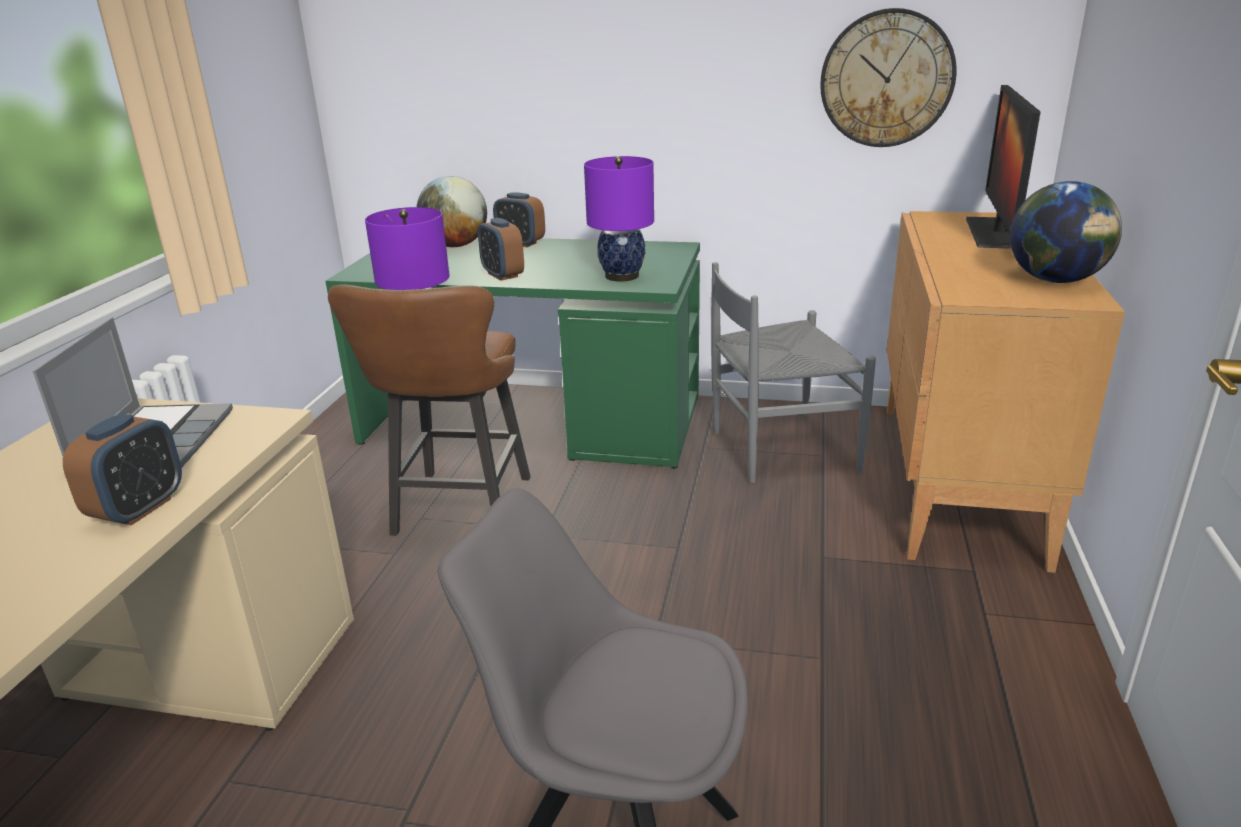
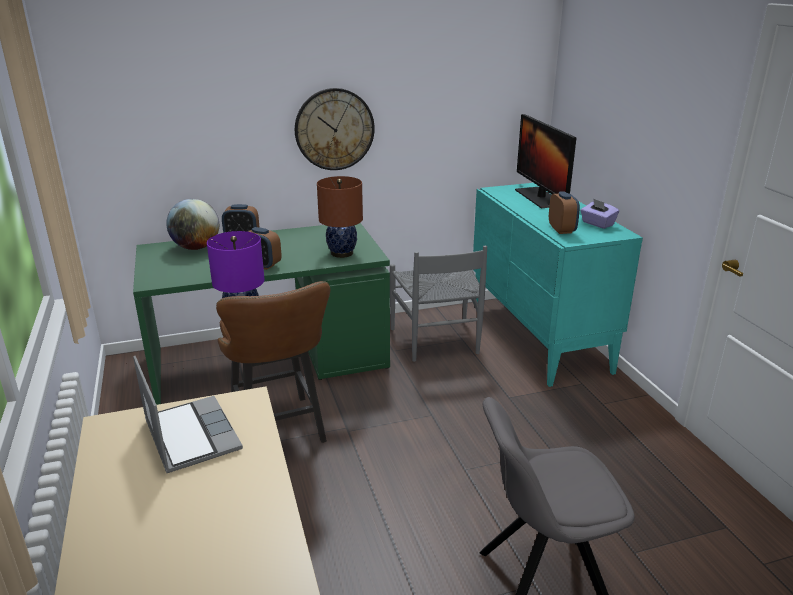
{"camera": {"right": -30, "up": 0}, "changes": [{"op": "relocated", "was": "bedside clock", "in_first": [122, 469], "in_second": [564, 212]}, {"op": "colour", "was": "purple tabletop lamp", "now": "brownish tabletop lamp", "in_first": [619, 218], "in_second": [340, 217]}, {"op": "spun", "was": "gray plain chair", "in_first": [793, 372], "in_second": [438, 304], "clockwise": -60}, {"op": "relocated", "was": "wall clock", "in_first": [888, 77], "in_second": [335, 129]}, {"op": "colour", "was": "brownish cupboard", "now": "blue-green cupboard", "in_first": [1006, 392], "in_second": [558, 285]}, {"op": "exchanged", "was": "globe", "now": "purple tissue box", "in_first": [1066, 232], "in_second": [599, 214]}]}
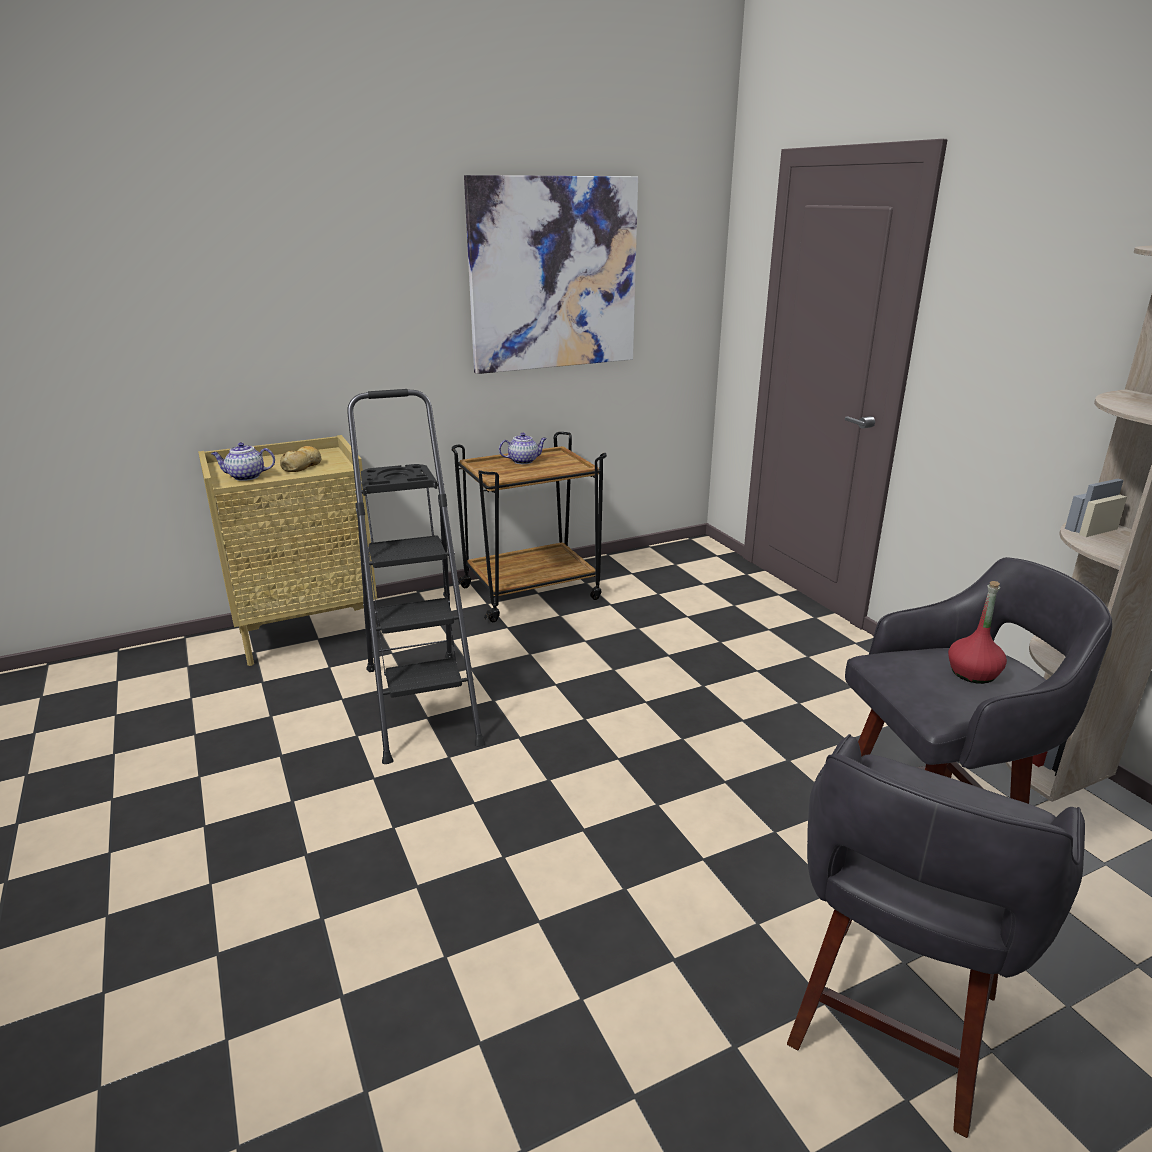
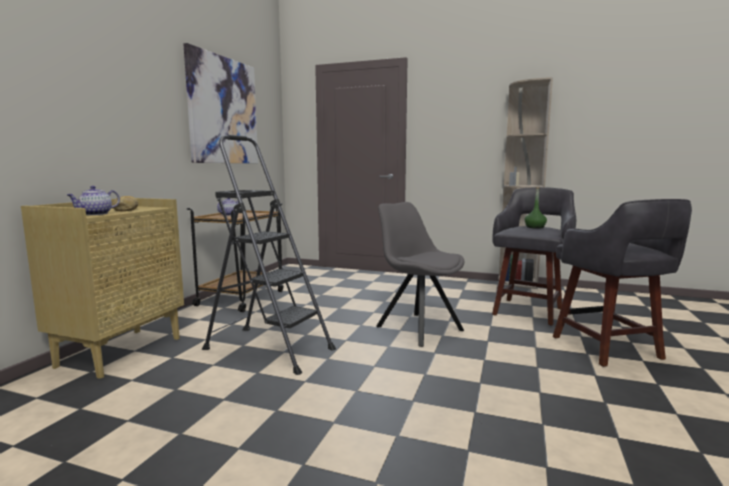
{"camera": {"right": -45, "up": -15}, "changes": [{"op": "colour", "was": "red bottle", "now": "greenish bottle", "in_first": [977, 632], "in_second": [536, 208]}, {"op": "appeared", "now": "gray plain chair", "in_second": [420, 274]}]}
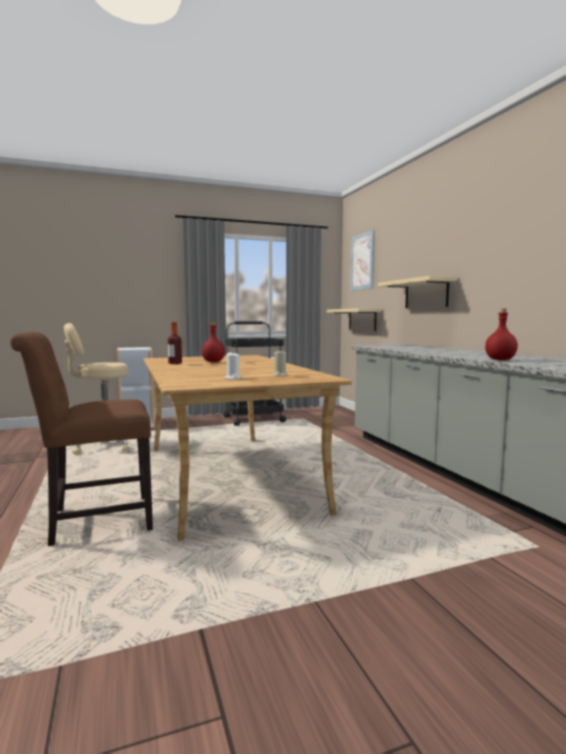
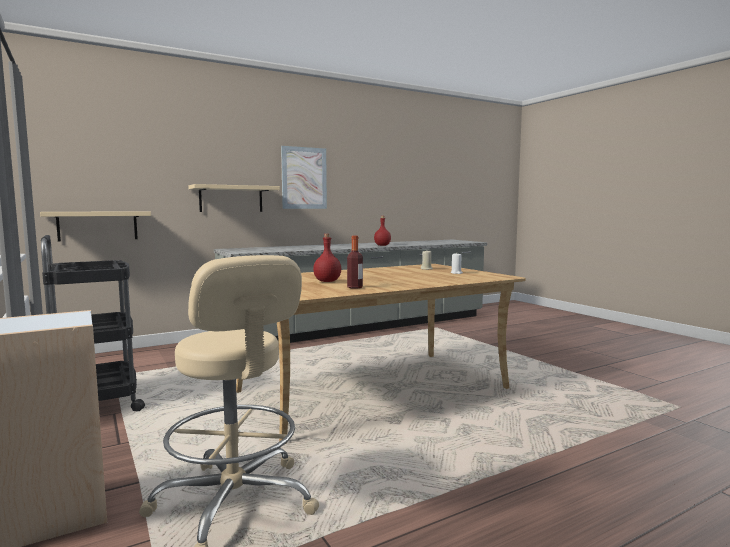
{"camera": {"right": -100, "up": 0}, "changes": [{"op": "missing", "was": "brownish plain chair", "in_first": [81, 439]}, {"op": "relocated", "was": "picture", "in_first": [362, 260], "in_second": [304, 177]}]}
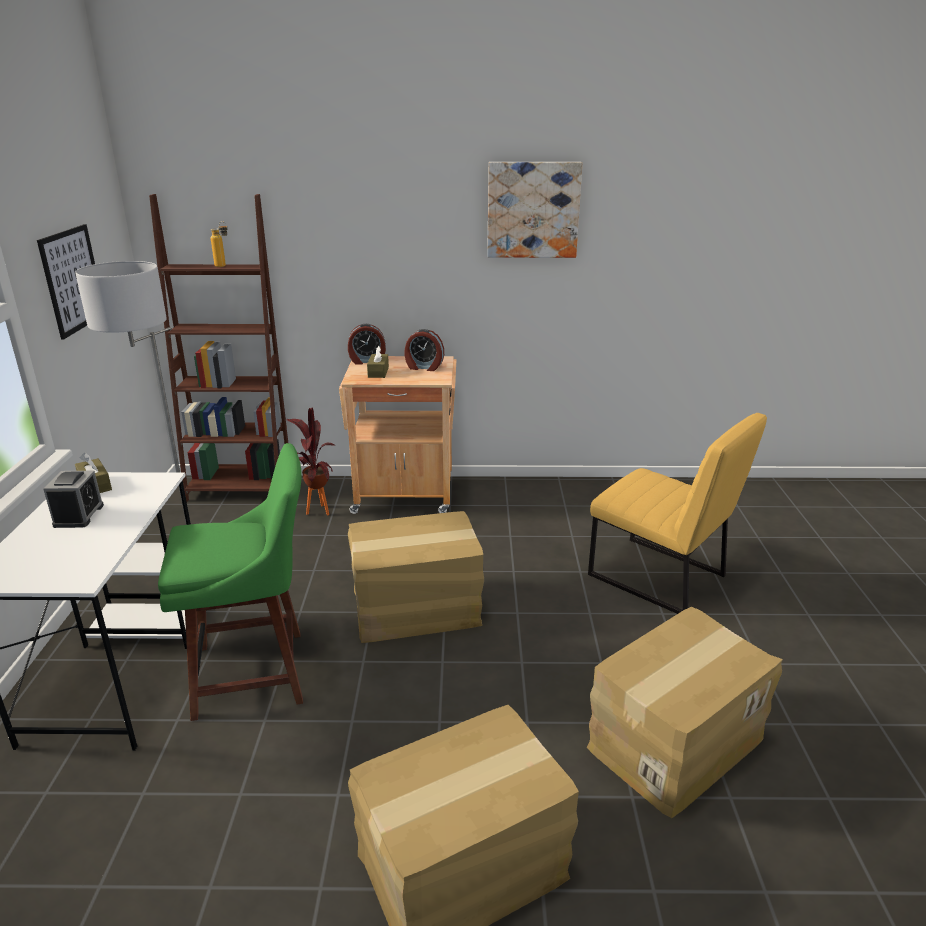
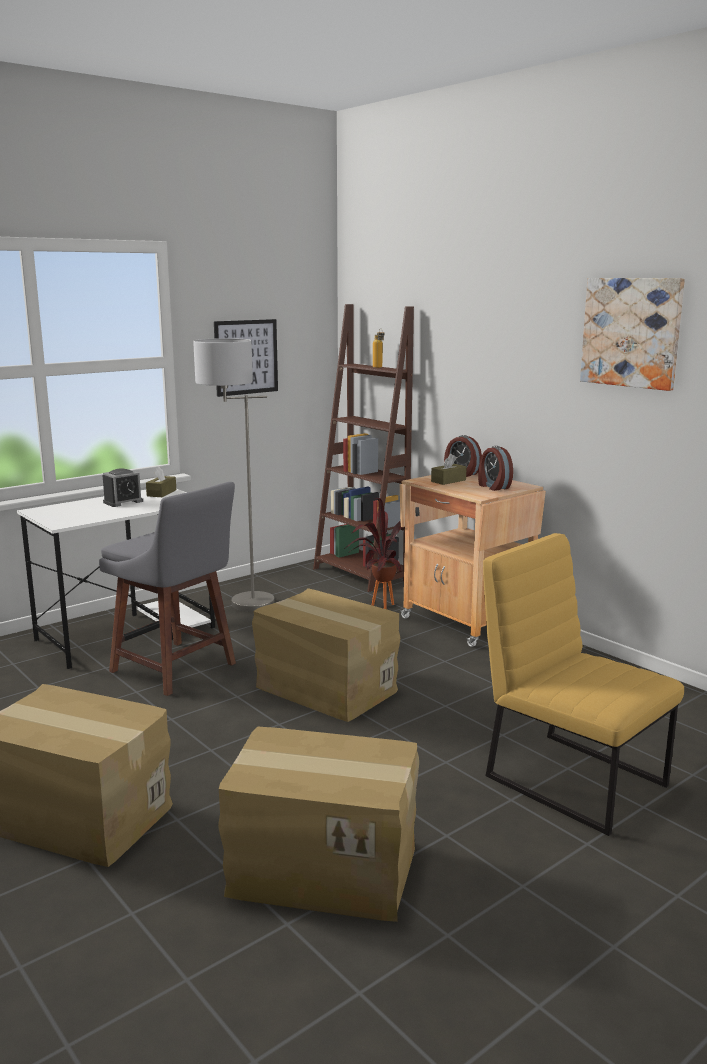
{"camera": {"right": 50, "up": -10}, "changes": [{"op": "colour", "was": "greenish stool", "now": "gray stool", "in_first": [230, 582], "in_second": [167, 589]}, {"op": "spun", "was": "yellow-coloured plain chair", "in_first": [677, 513], "in_second": [583, 684], "clockwise": 135}]}
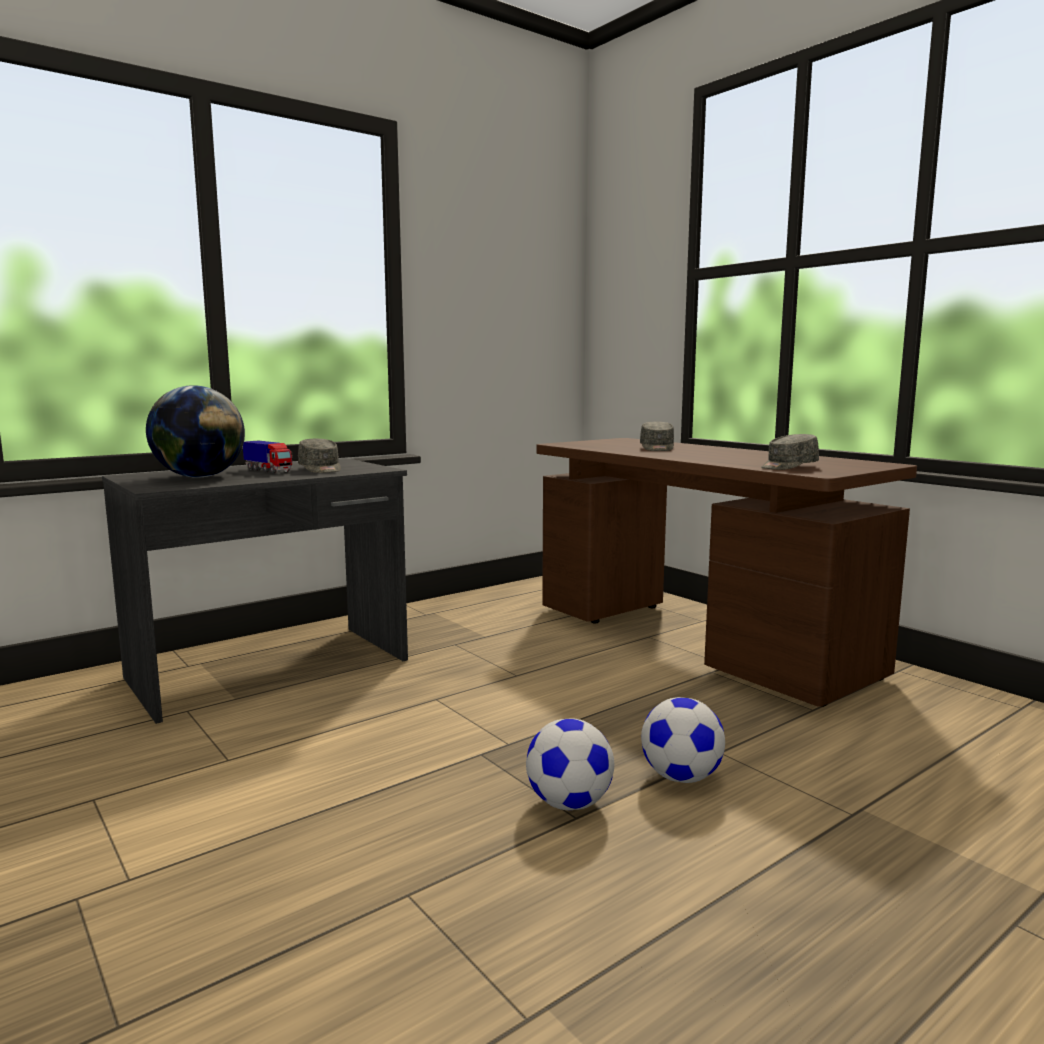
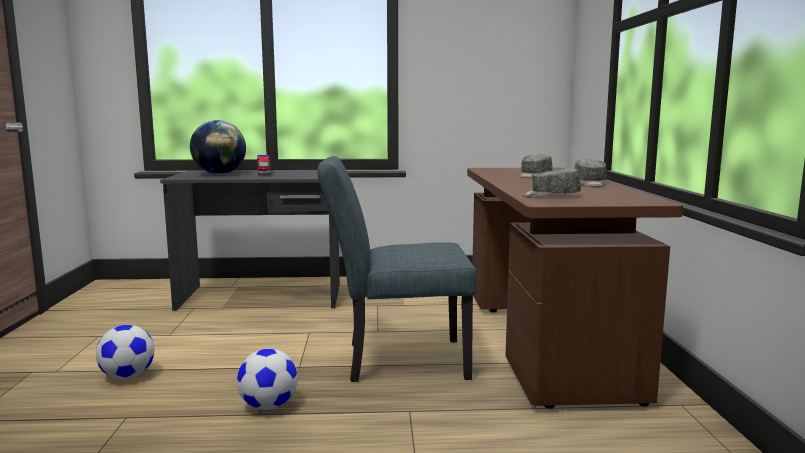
{"camera": {"right": 35, "up": 0}, "changes": [{"op": "relocated", "was": "gray baseball cap", "in_first": [319, 456], "in_second": [590, 173]}, {"op": "relocated", "was": "ball for football", "in_first": [683, 740], "in_second": [125, 352]}, {"op": "appeared", "now": "gray plain chair", "in_second": [397, 269]}]}
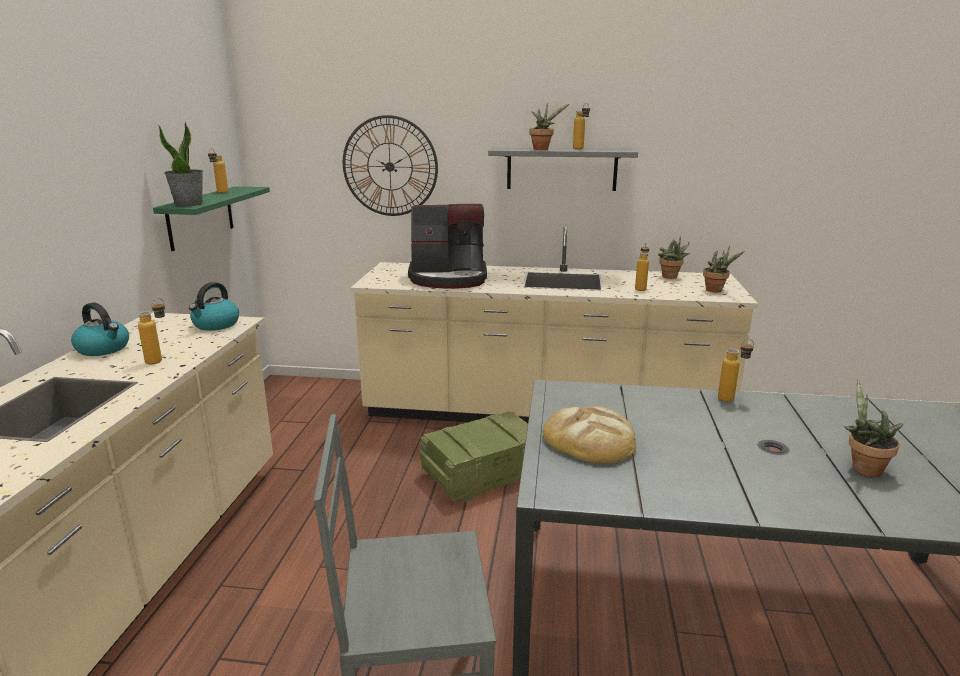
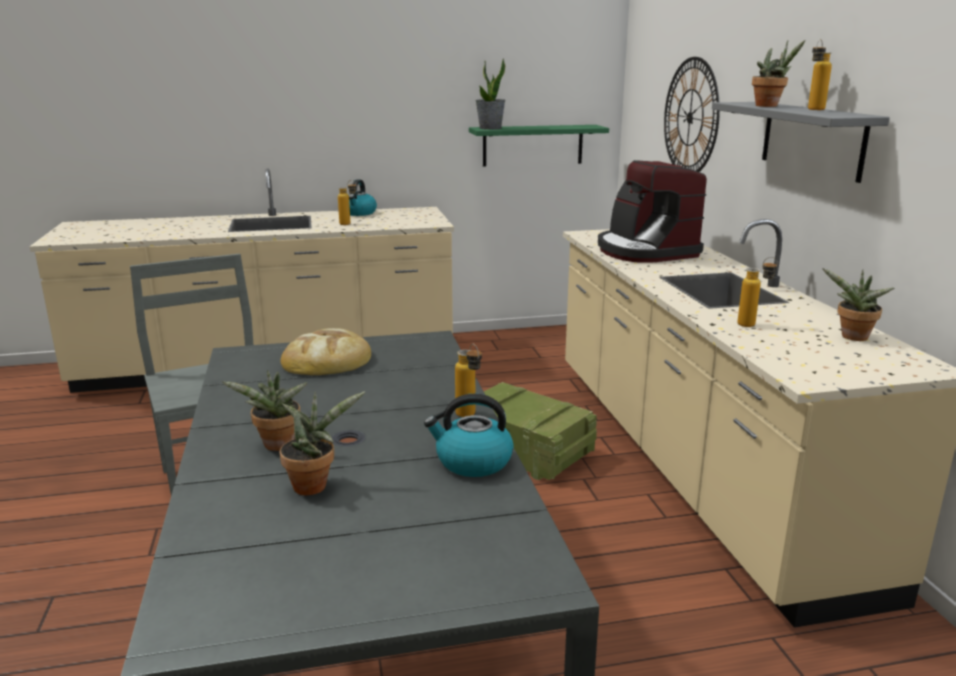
{"camera": {"right": 70, "up": 0}, "changes": [{"op": "relocated", "was": "water kettle", "in_first": [214, 306], "in_second": [469, 435]}, {"op": "missing", "was": "bottle", "in_first": [218, 170]}, {"op": "relocated", "was": "houseplant", "in_first": [723, 269], "in_second": [264, 410]}]}
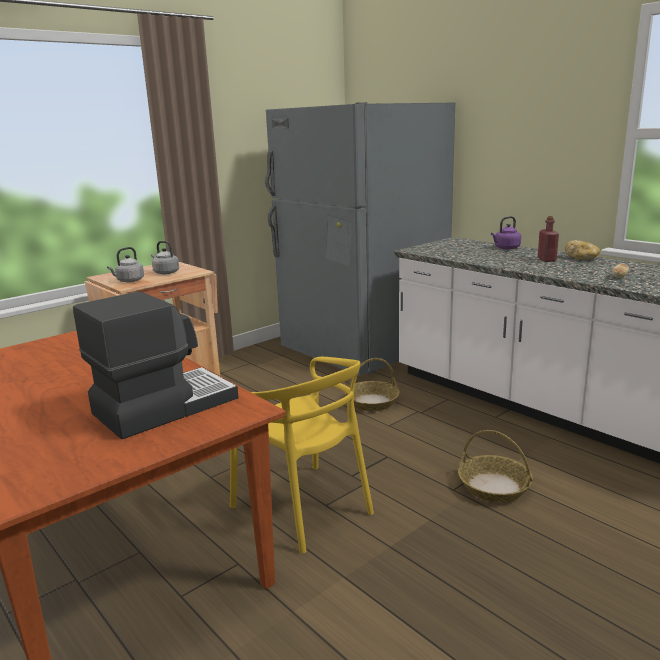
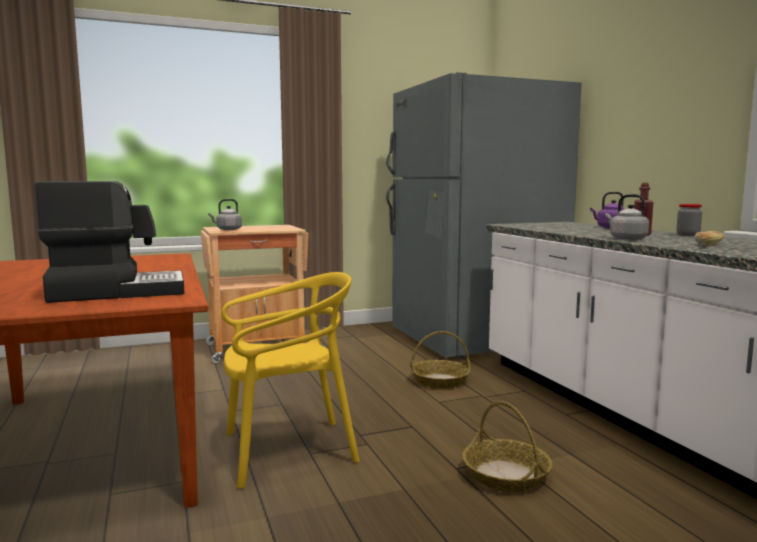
{"camera": {"right": 20, "up": -10}, "changes": [{"op": "relocated", "was": "gray water kettle", "in_first": [165, 257], "in_second": [627, 217]}, {"op": "spun", "was": "yellow-coloured plain chair", "in_first": [302, 455], "in_second": [290, 380], "clockwise": -90}, {"op": "exchanged", "was": "bakery bread", "now": "preserve jar", "in_first": [582, 250], "in_second": [689, 220]}]}
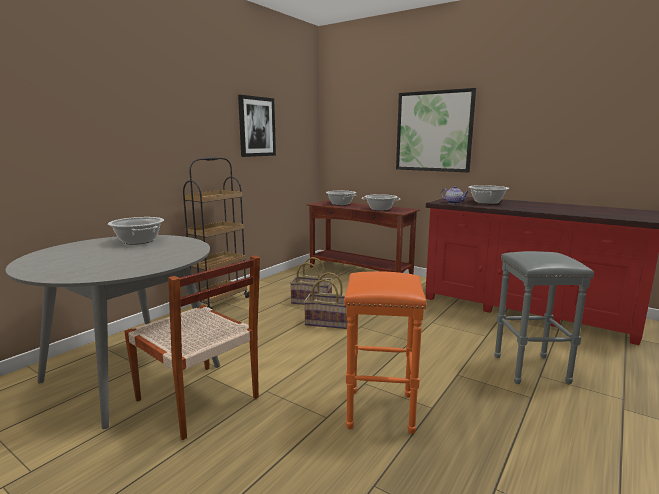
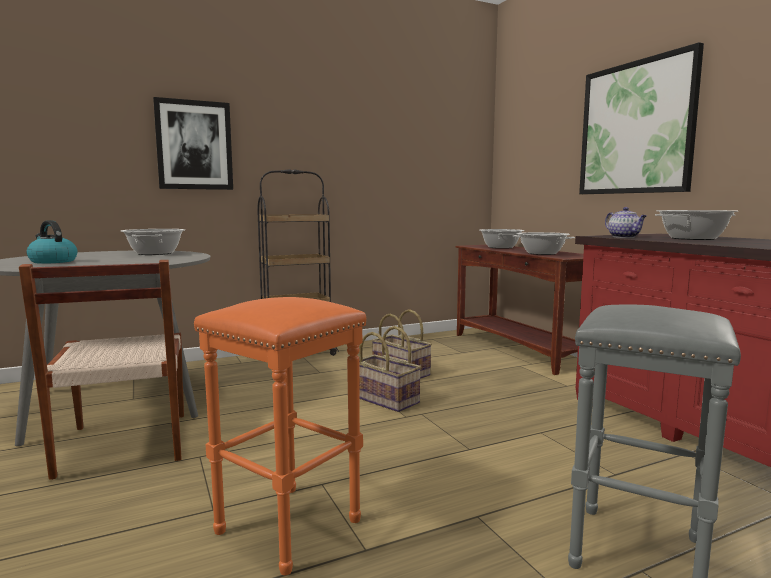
{"camera": {"right": 30, "up": -5}, "changes": [{"op": "relocated", "was": "picture", "in_first": [257, 126], "in_second": [193, 143]}, {"op": "appeared", "now": "water kettle", "in_second": [52, 242]}]}
